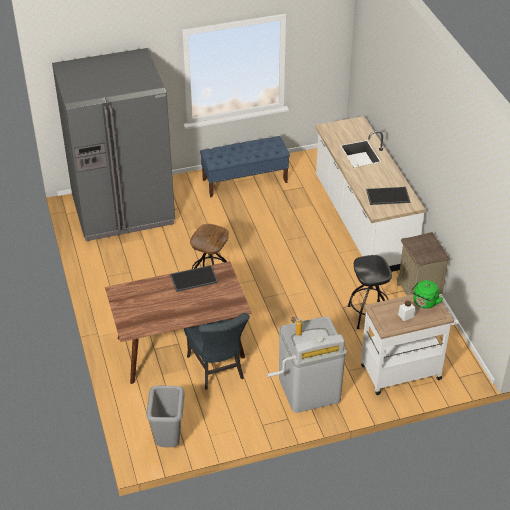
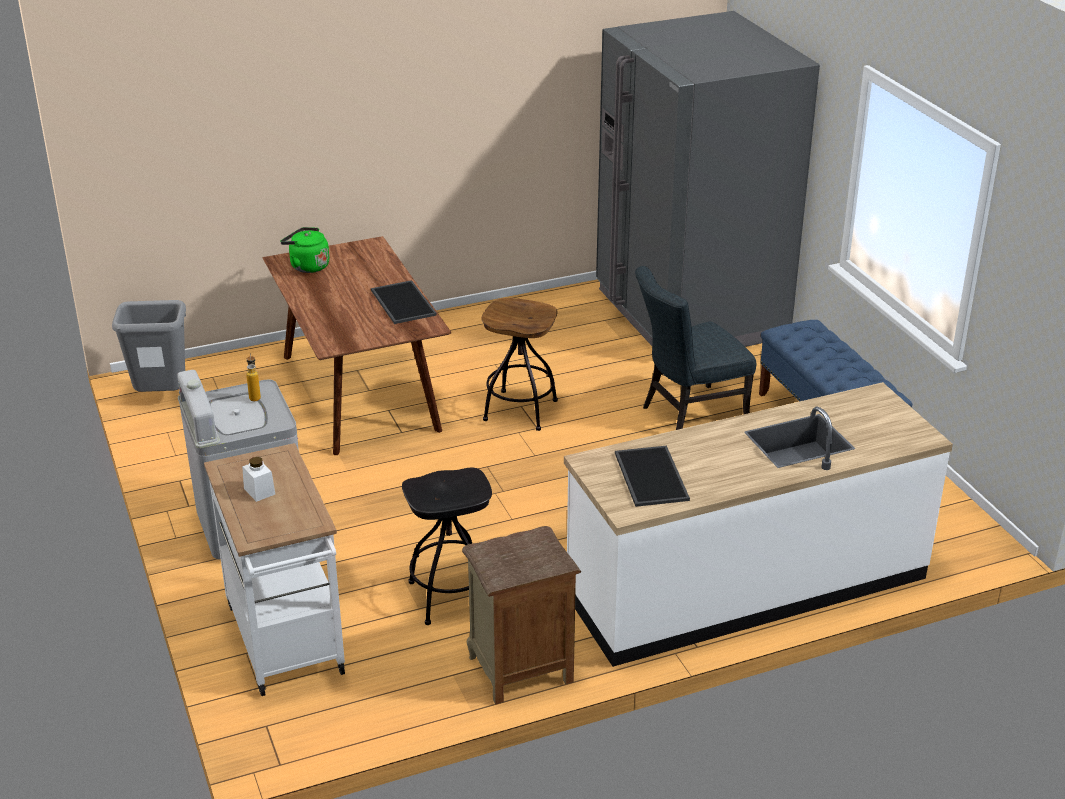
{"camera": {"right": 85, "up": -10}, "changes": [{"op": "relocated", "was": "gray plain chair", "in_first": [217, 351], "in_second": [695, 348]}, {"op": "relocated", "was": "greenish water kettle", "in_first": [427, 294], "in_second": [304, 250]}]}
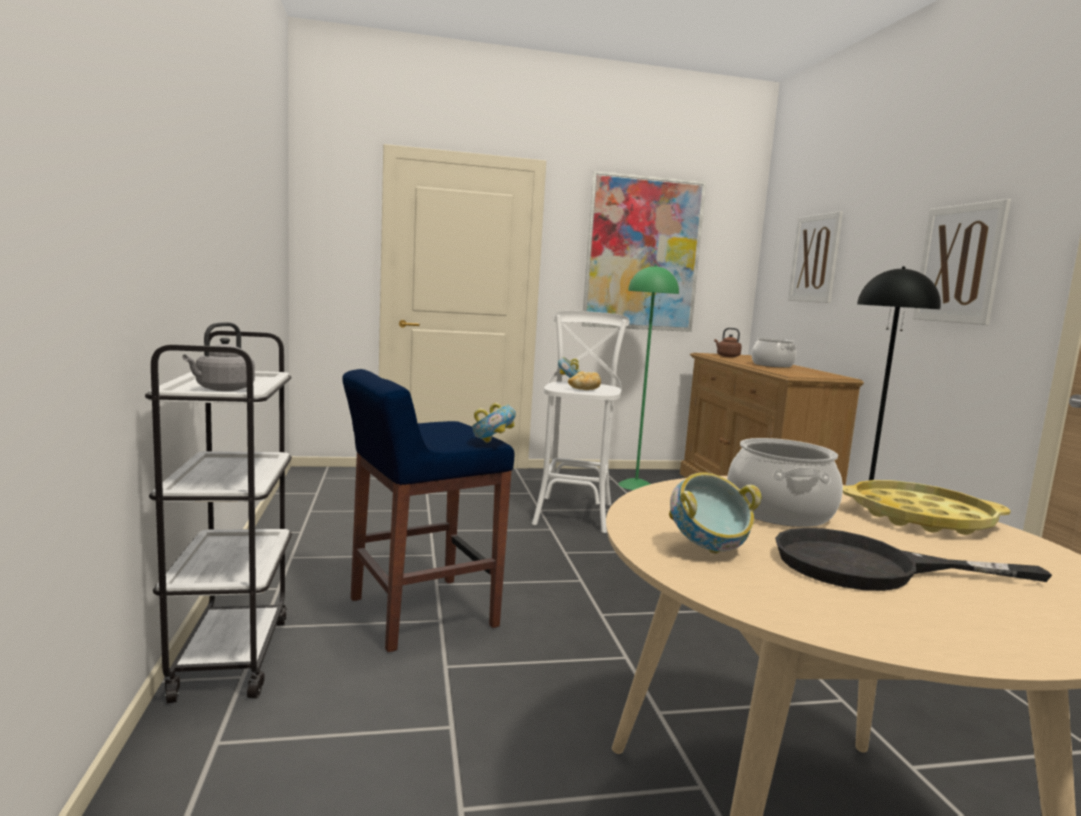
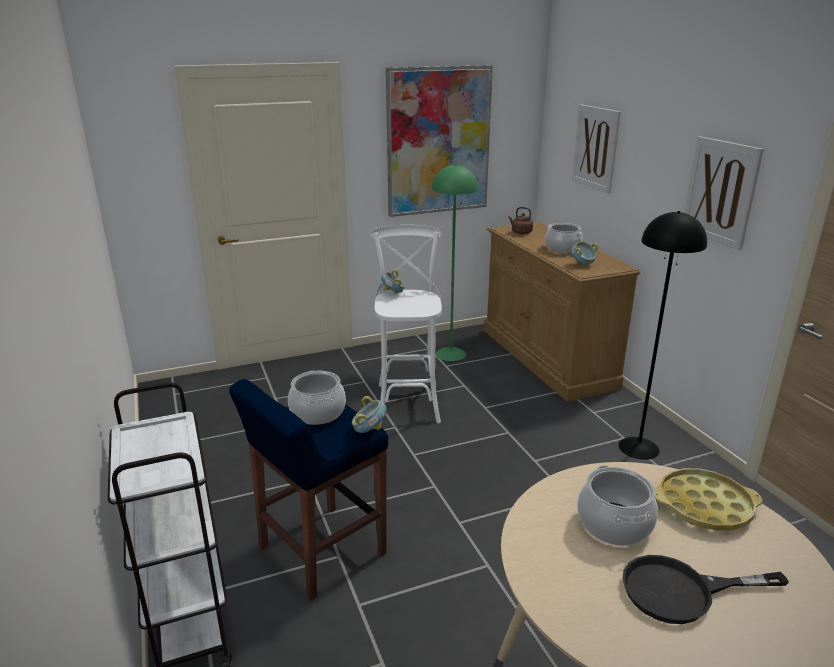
{"camera": {"right": -10, "up": 15}, "changes": [{"op": "missing", "was": "gray water kettle", "in_first": [218, 356]}, {"op": "missing", "was": "bakery bread", "in_first": [584, 380]}, {"op": "relocated", "was": "serving bowl", "in_first": [715, 513], "in_second": [584, 253]}, {"op": "appeared", "now": "saucepot", "in_second": [317, 398]}]}
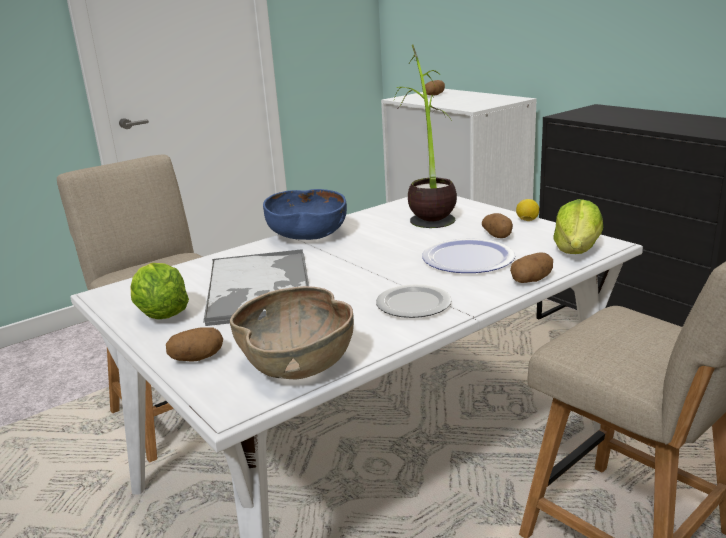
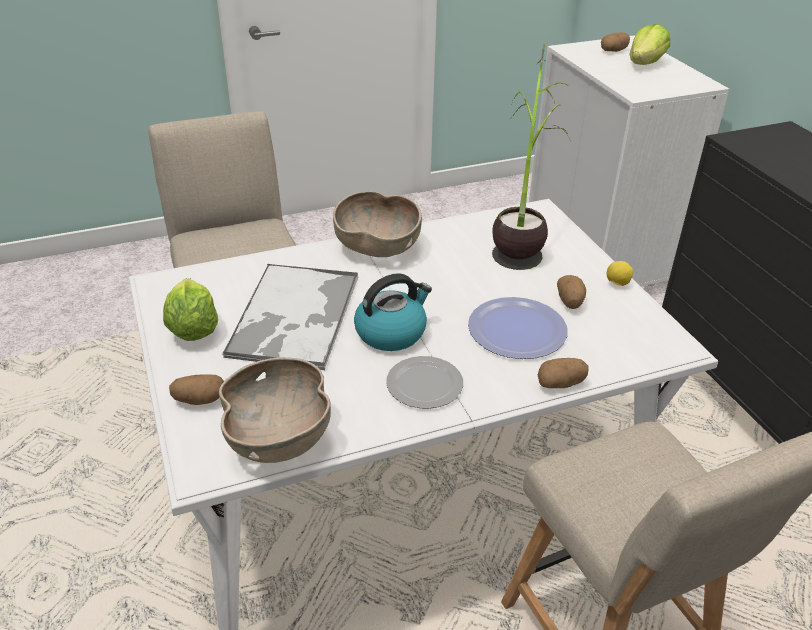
{"camera": {"right": 15, "up": 15}, "changes": [{"op": "colour", "was": "blue-coloured serving bowl", "now": "brownish serving bowl", "in_first": [305, 214], "in_second": [377, 224]}, {"op": "relocated", "was": "head of lettuce", "in_first": [578, 226], "in_second": [649, 44]}, {"op": "appeared", "now": "water kettle", "in_second": [393, 312]}]}
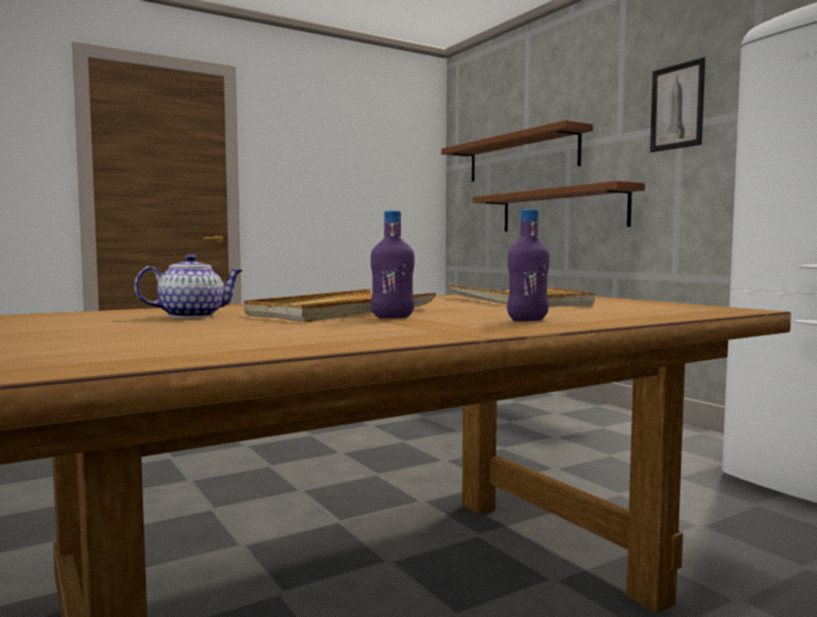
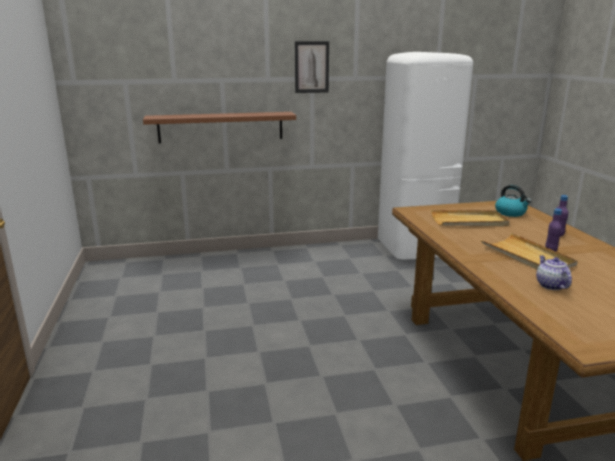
{"camera": {"right": -70, "up": 15}, "changes": [{"op": "missing", "was": "brownish bracket shelf", "in_first": [517, 151]}, {"op": "appeared", "now": "water kettle", "in_second": [513, 201]}]}
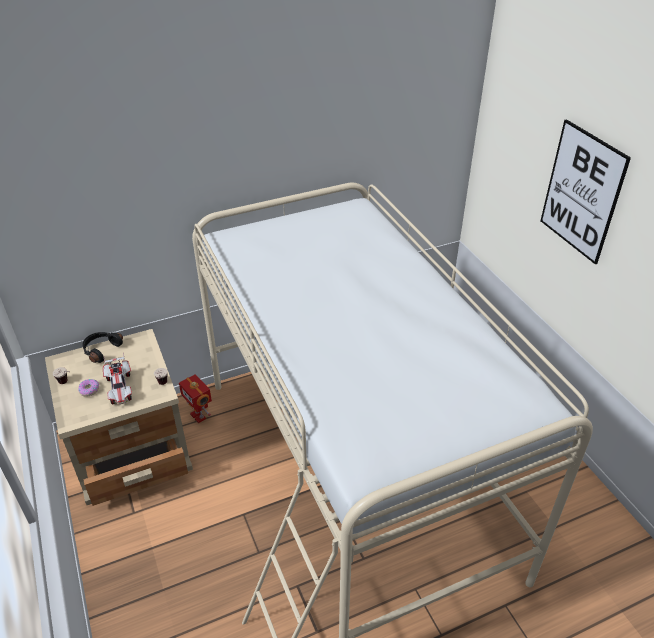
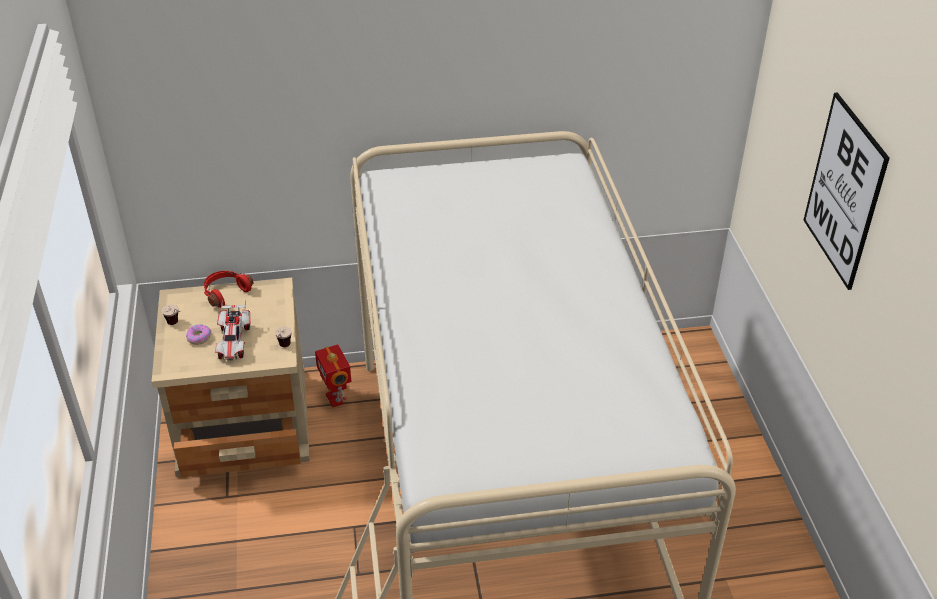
{"camera": {"right": 15, "up": 0}, "changes": [{"op": "colour", "was": "blackish pair of headphones", "now": "red pair of headphones", "in_first": [102, 347], "in_second": [228, 289]}]}
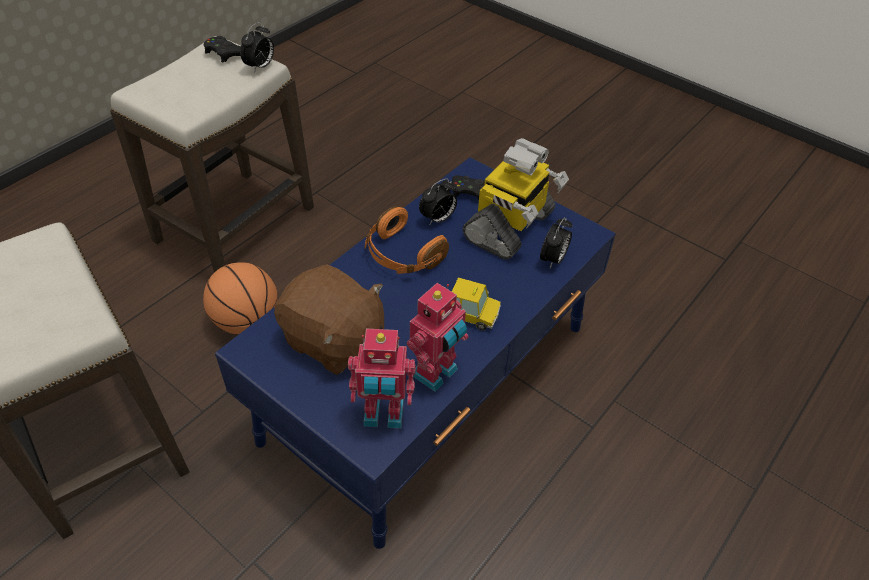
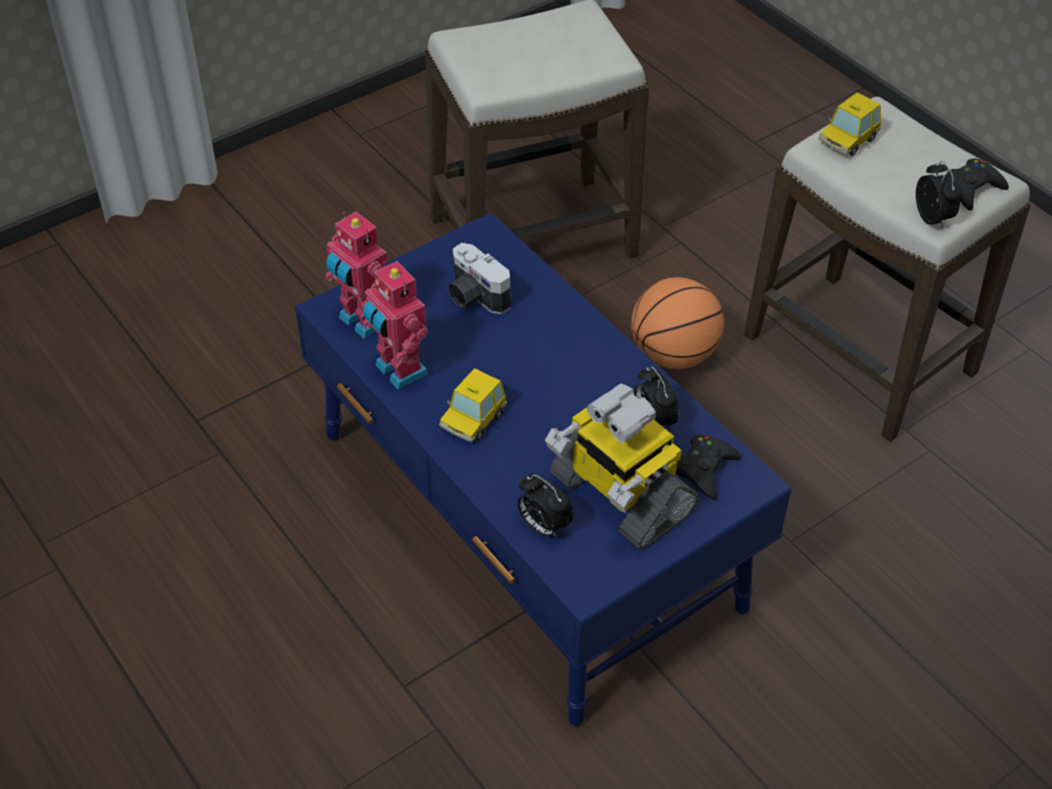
{"camera": {"right": 105, "up": 0}, "changes": [{"op": "spun", "was": "bedside clock", "in_first": [257, 47], "in_second": [939, 195], "clockwise": -150}, {"op": "exchanged", "was": "brownish cuddly toy", "now": "still camera", "in_first": [329, 319], "in_second": [479, 278]}, {"op": "spun", "was": "toy robot", "in_first": [382, 379], "in_second": [356, 275], "clockwise": -60}, {"op": "missing", "was": "orange pair of headphones", "in_first": [407, 240]}, {"op": "appeared", "now": "toy car", "in_second": [849, 124]}]}
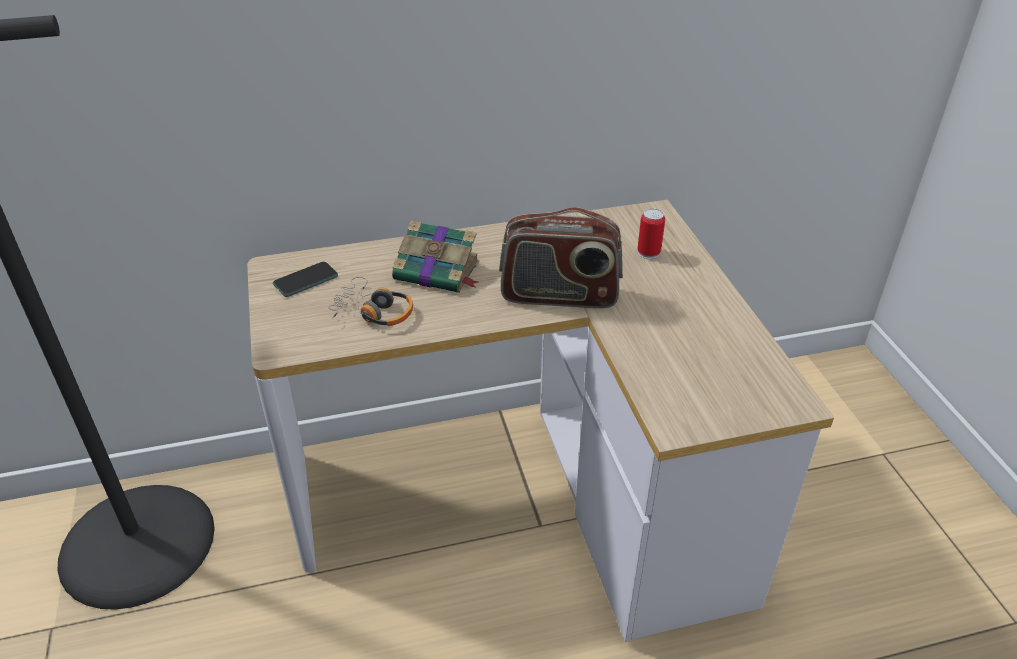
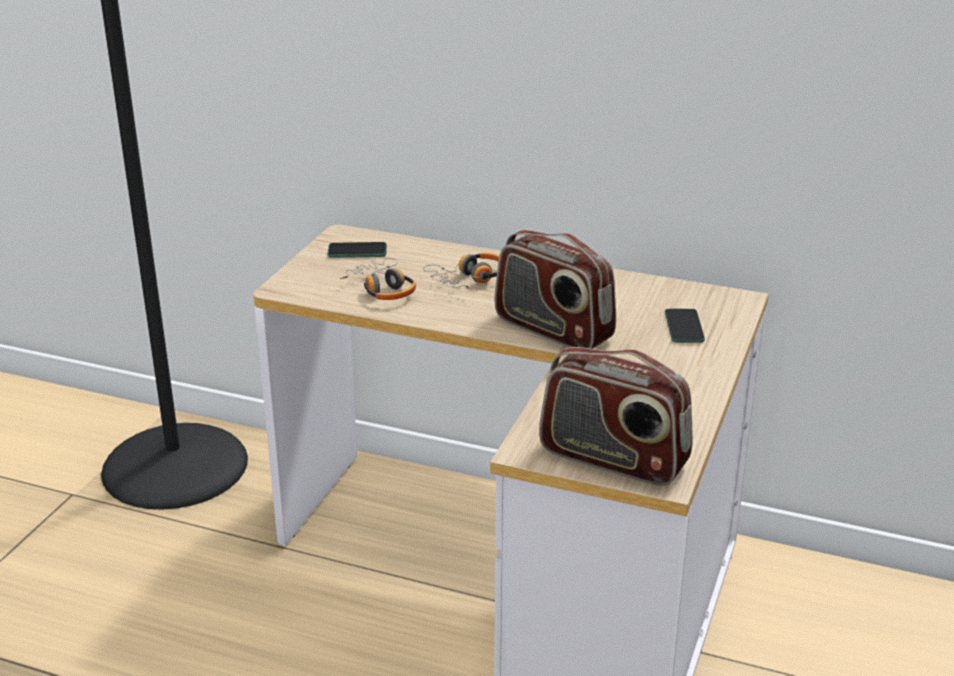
{"camera": {"right": 35, "up": -10}, "changes": [{"op": "exchanged", "was": "book", "now": "pair of headphones", "in_first": [435, 256], "in_second": [461, 271]}, {"op": "exchanged", "was": "can", "now": "telephone", "in_first": [651, 233], "in_second": [685, 326]}, {"op": "appeared", "now": "radio receiver", "in_second": [616, 416]}]}
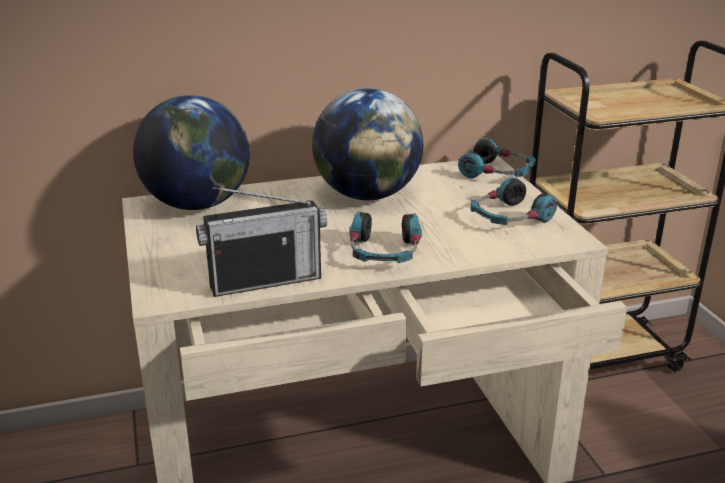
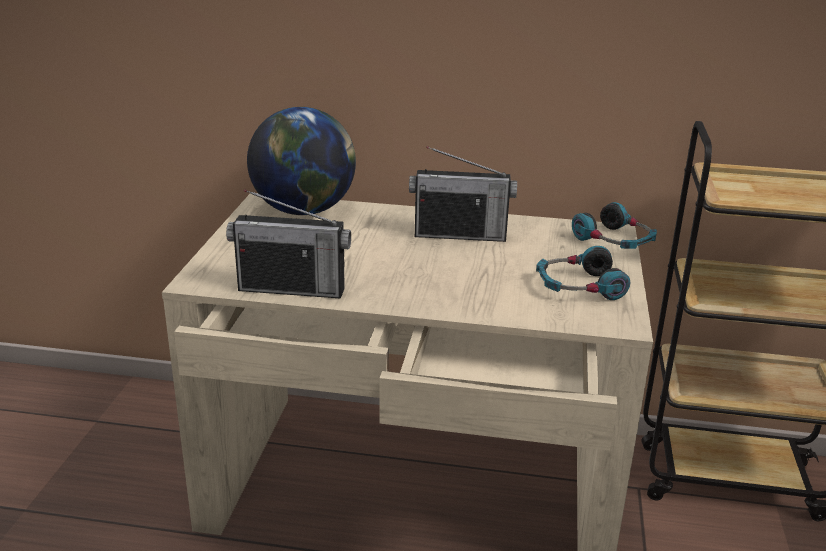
{"camera": {"right": 25, "up": 0}, "changes": [{"op": "exchanged", "was": "globe", "now": "radio receiver", "in_first": [367, 144], "in_second": [463, 194]}, {"op": "missing", "was": "pair of headphones", "in_first": [386, 237]}]}
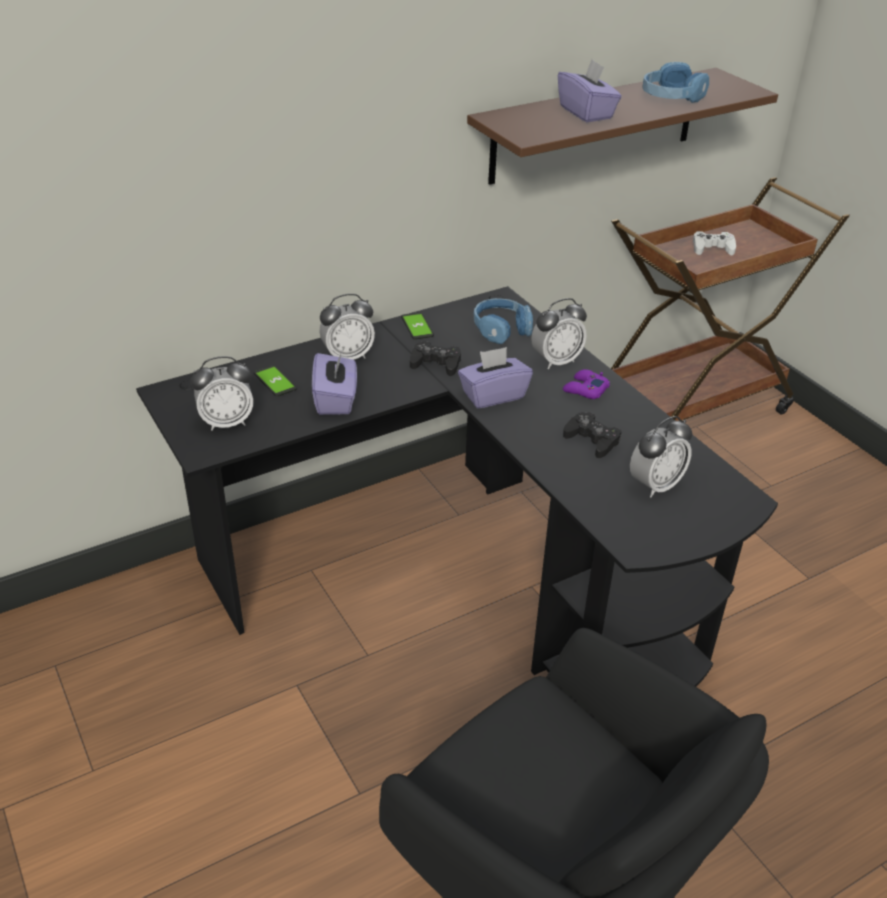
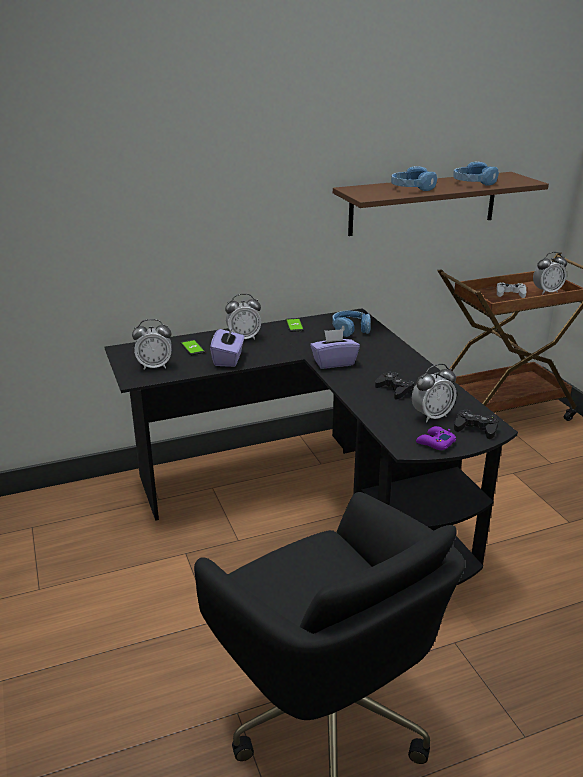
{"camera": {"right": 10, "up": -10}, "changes": [{"op": "relocated", "was": "blackish game controller", "in_first": [435, 358], "in_second": [476, 424]}, {"op": "relocated", "was": "bedside clock", "in_first": [559, 333], "in_second": [550, 273]}, {"op": "exchanged", "was": "purple tissue box", "now": "blue-coloured pair of headphones", "in_first": [590, 90], "in_second": [414, 178]}, {"op": "relocated", "was": "purple game controller", "in_first": [586, 384], "in_second": [436, 438]}]}
